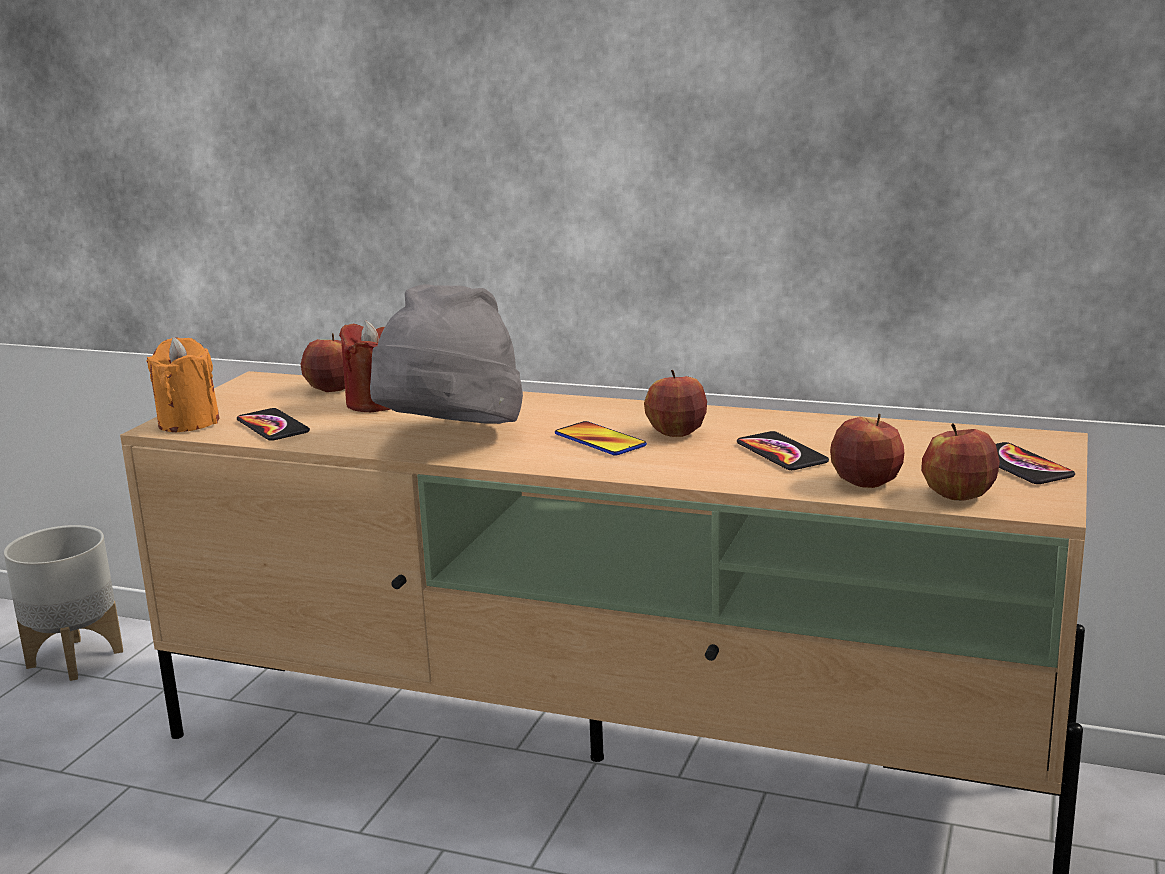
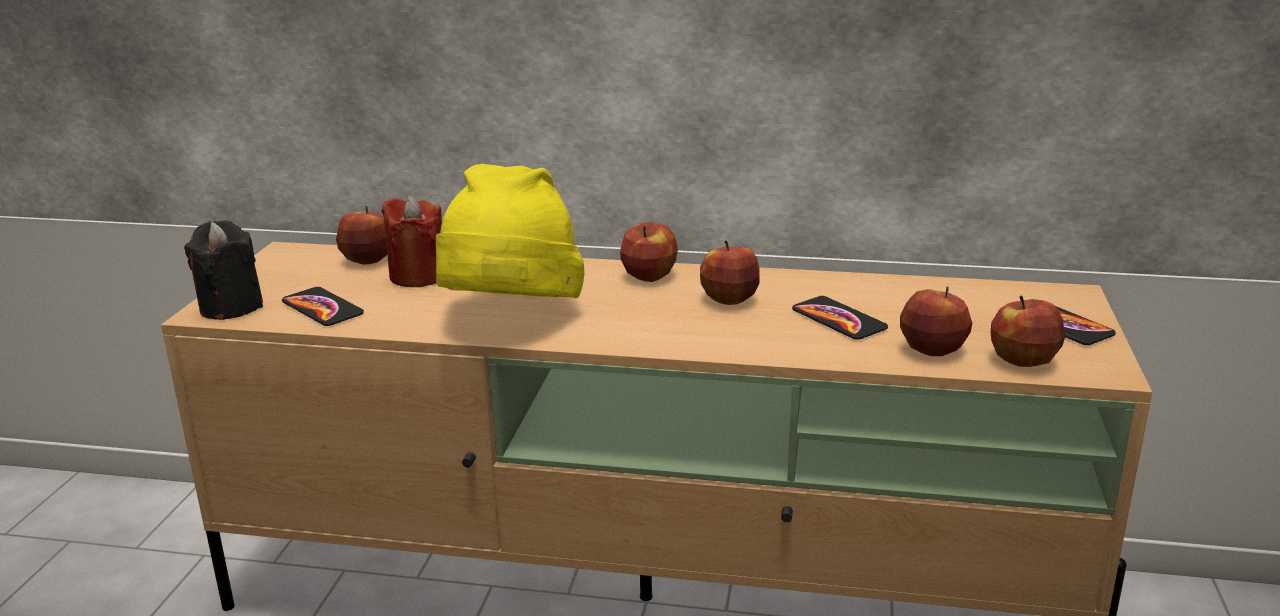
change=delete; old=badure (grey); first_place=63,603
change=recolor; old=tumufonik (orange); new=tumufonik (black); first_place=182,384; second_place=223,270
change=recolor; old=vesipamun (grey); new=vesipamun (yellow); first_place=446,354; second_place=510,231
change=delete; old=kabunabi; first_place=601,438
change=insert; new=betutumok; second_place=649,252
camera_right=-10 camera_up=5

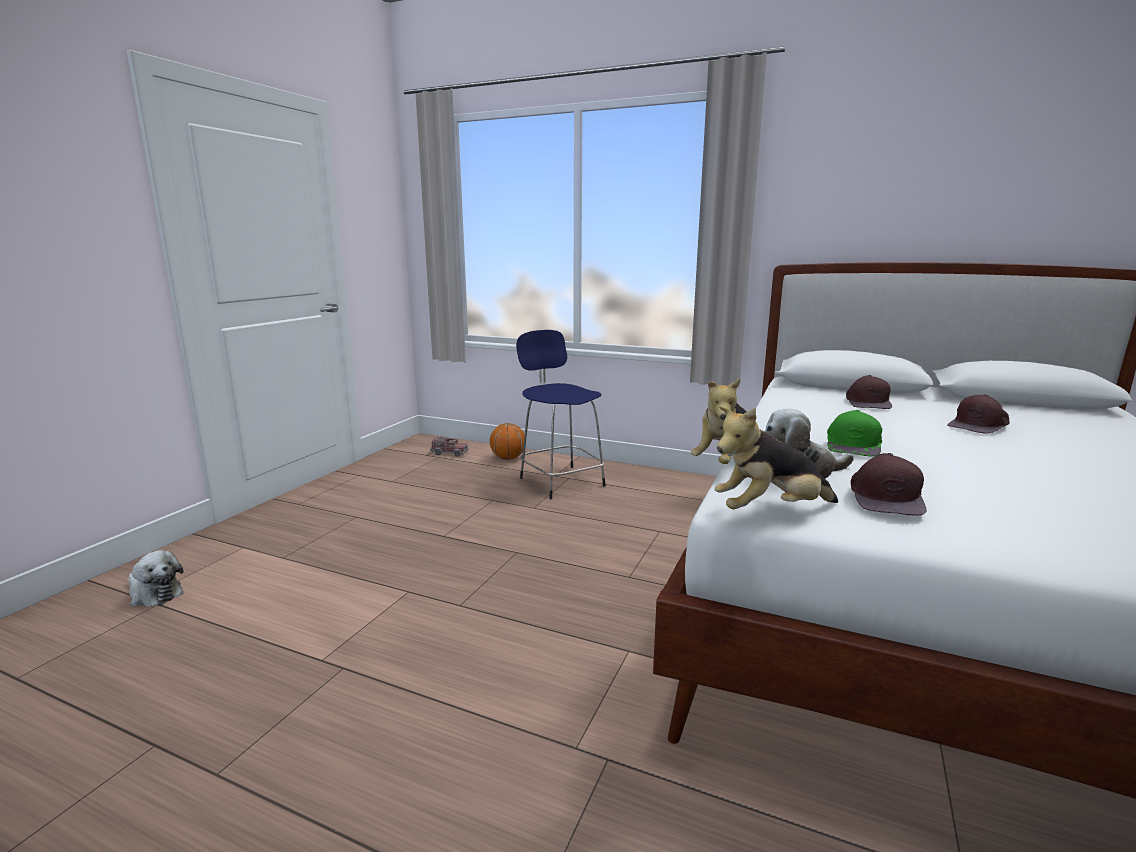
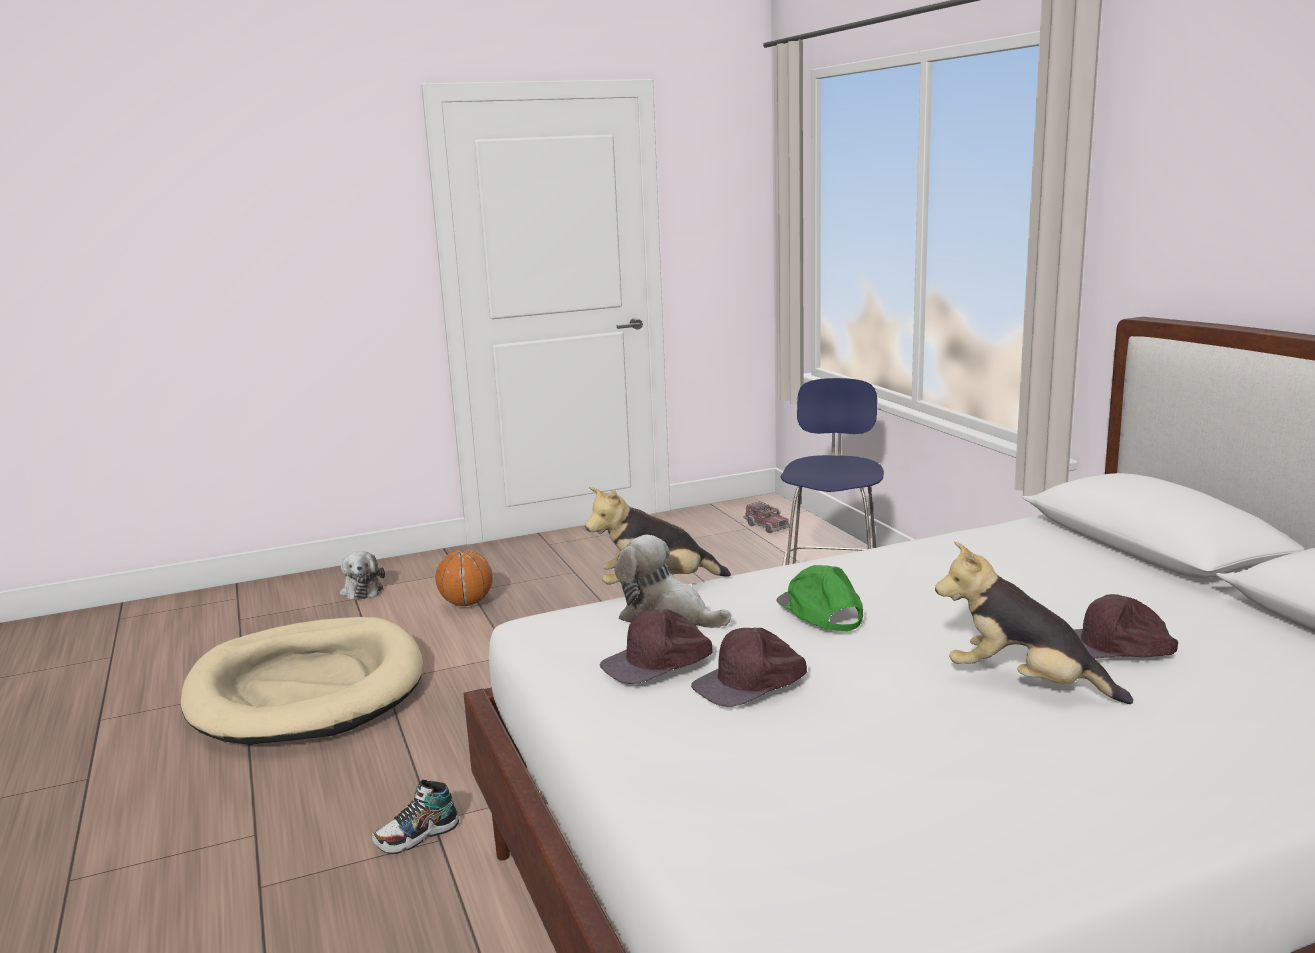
change=move; old=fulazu; first_place=507,441; second_place=464,577
change=move; old=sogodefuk; first_place=776,457; second_place=1034,622
change=rotate; old=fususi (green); first_place=854,433; second_place=820,598; degrees=90
change=move; old=fususi (brown); first_place=869,392; second_place=749,667
change=insert; new=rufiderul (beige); second_place=302,681
change=insert; new=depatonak; second_place=415,817
camera_right=45 camera_up=0

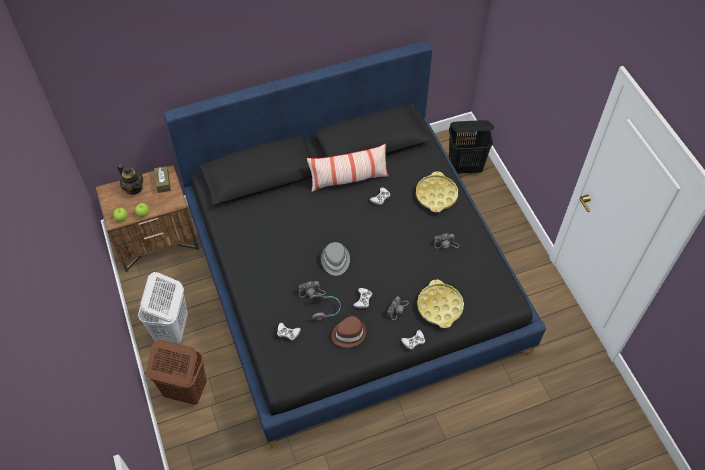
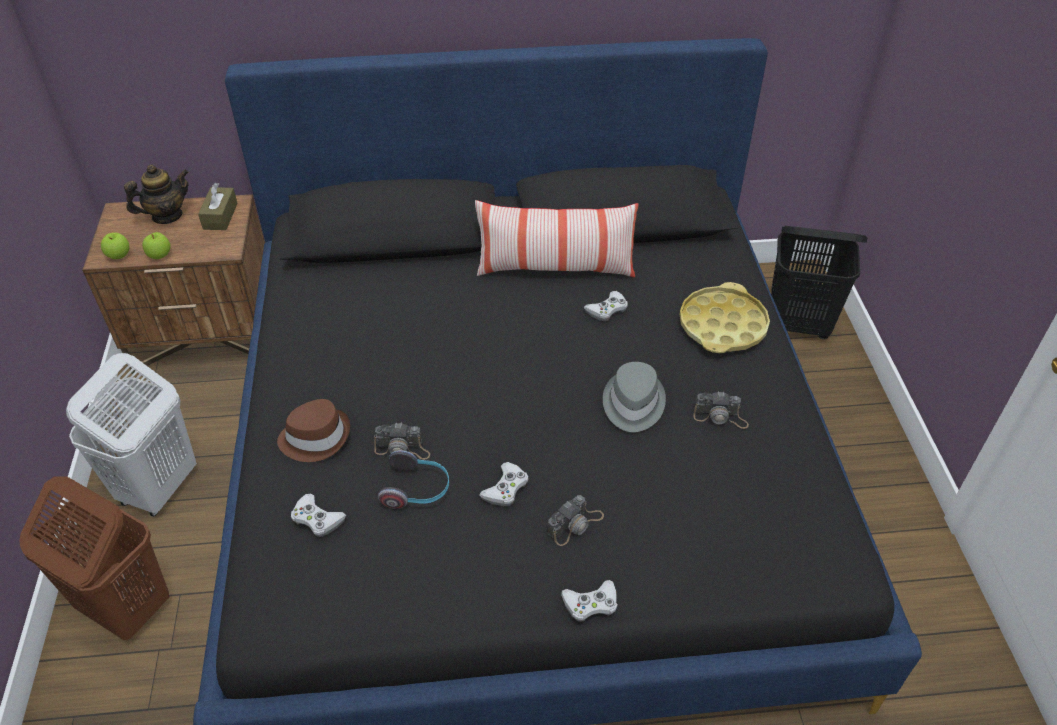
change=rotate; old=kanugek; first_place=130,179; second_place=156,194; degrees=-90
change=move; old=vesipamun (grey); first_place=335,259; second_place=634,397
change=move; old=vesipamun (brown); first_place=349,331; second_place=313,430
change=delete; old=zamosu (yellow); first_place=440,304
camera_right=15 camera_up=-10

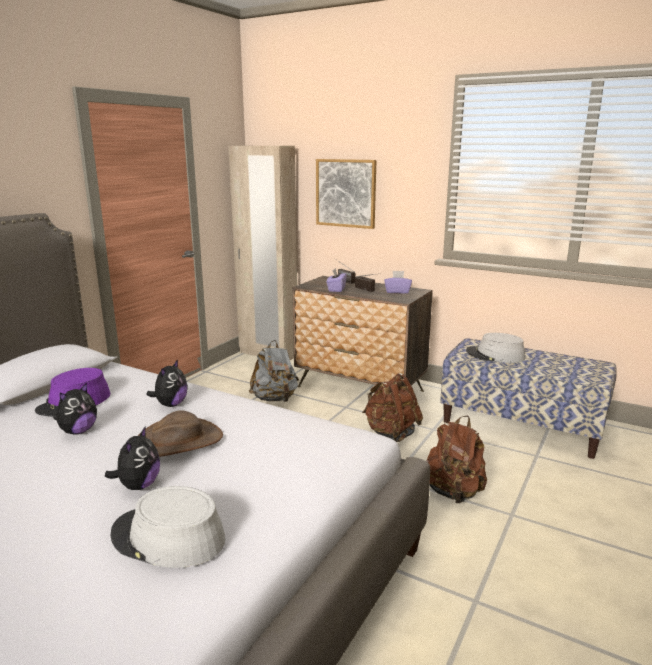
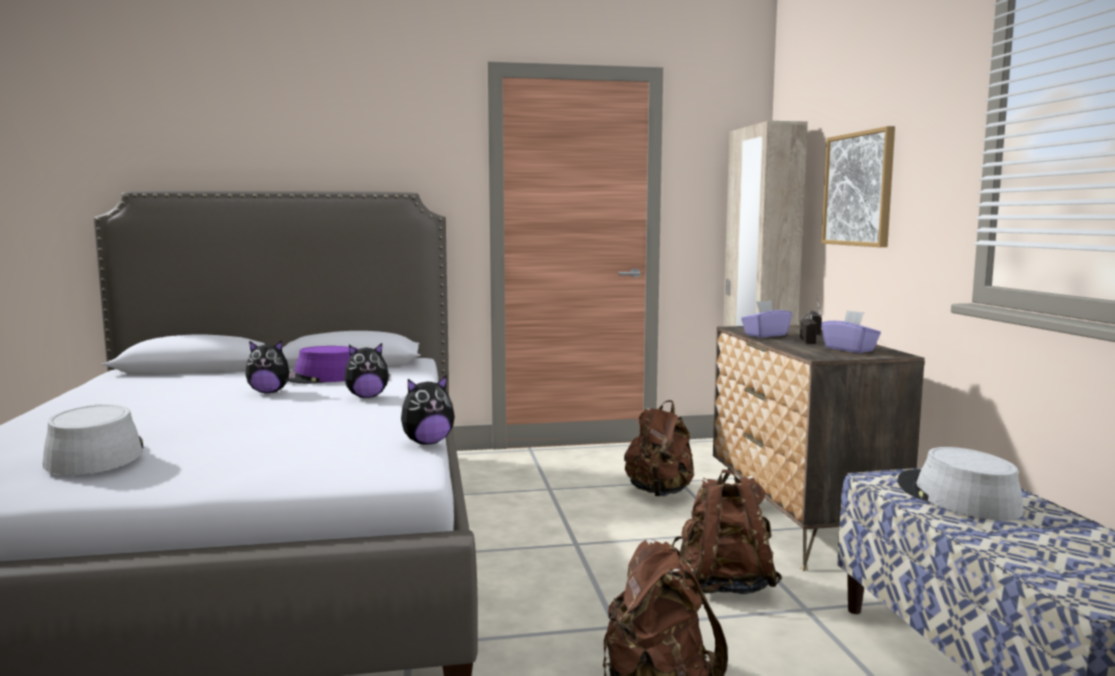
change=move; old=sogodefuk; first_place=132,458; second_place=428,410
change=delete; old=vesipamun (brown); first_place=180,433
change=recolor; old=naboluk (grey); new=naboluk (brown); first_place=274,371; second_place=659,448
camera_right=50 camera_up=-10

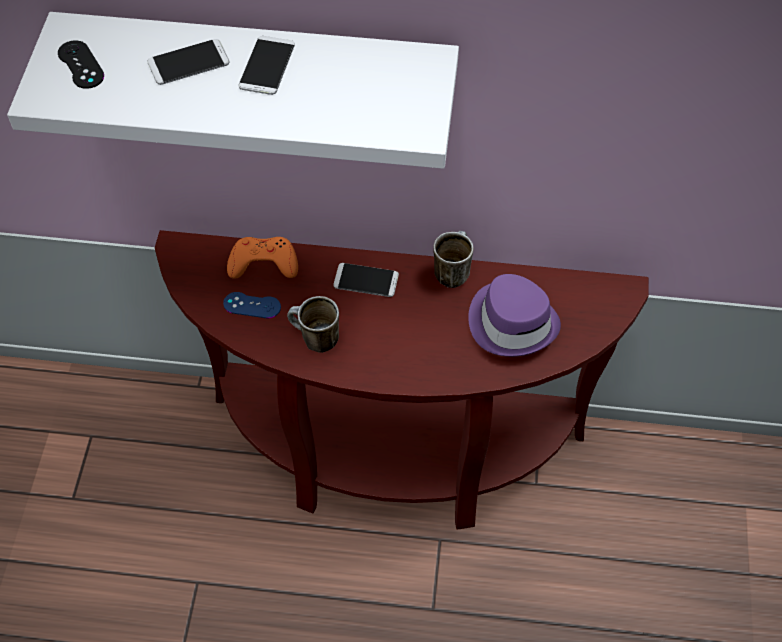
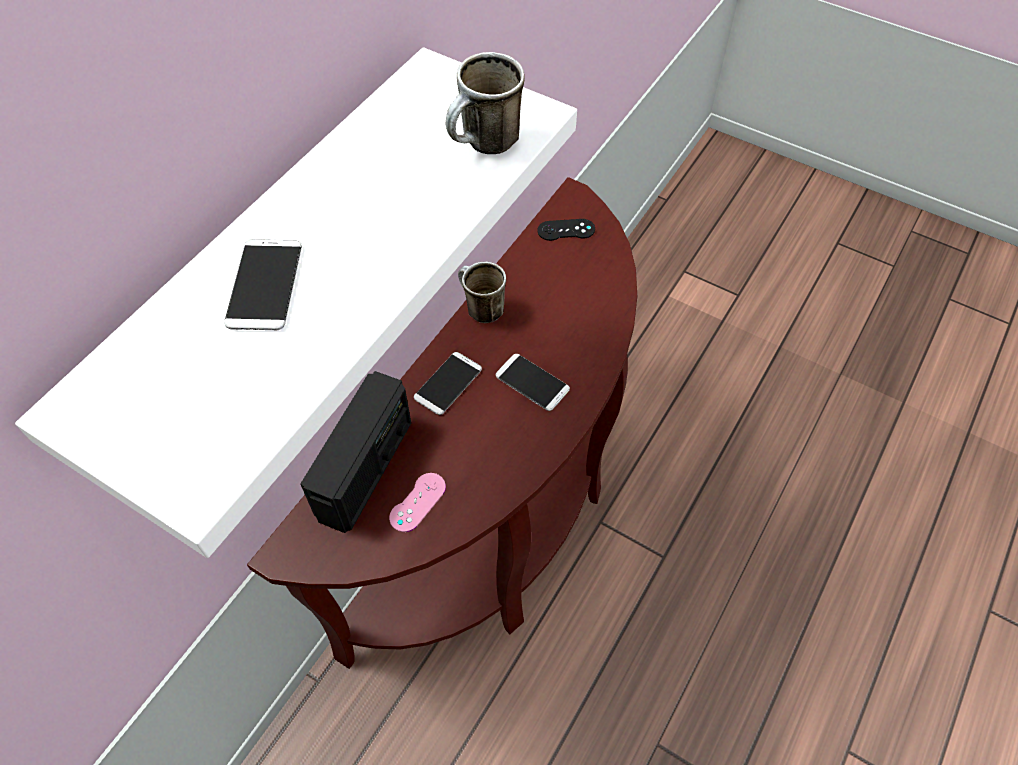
change=move; old=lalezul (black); first_place=81,64; second_place=566,230
change=recolor; old=lalezul (blue); new=lalezul (pink); first_place=252,305; second_place=417,502
change=replace; old=lalezul (orange); new=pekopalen; first_place=262,258; second_place=355,452
change=move; old=kabunabi; first_place=267,65; second_place=533,382
change=move; old=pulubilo; first_place=313,324; second_place=485,103
change=delete; old=vesipamun (purple); first_place=514,315
camera_right=-65 camera_up=0

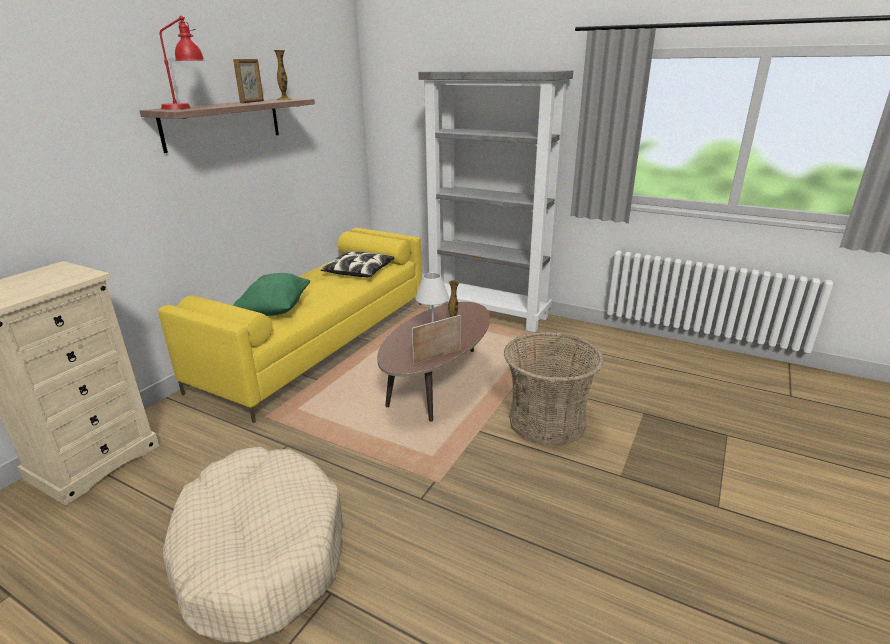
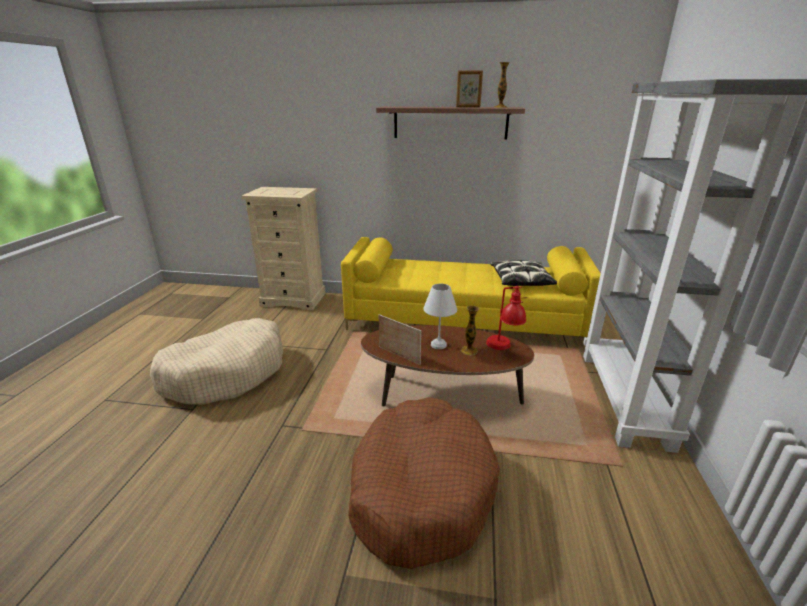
change=move; old=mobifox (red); first_place=181,62; second_place=506,318
change=delete; old=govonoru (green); first_place=271,294
change=replace; old=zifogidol; new=rufiderul (brown); first_place=554,389; second_place=424,483
camera_right=70 camera_up=0

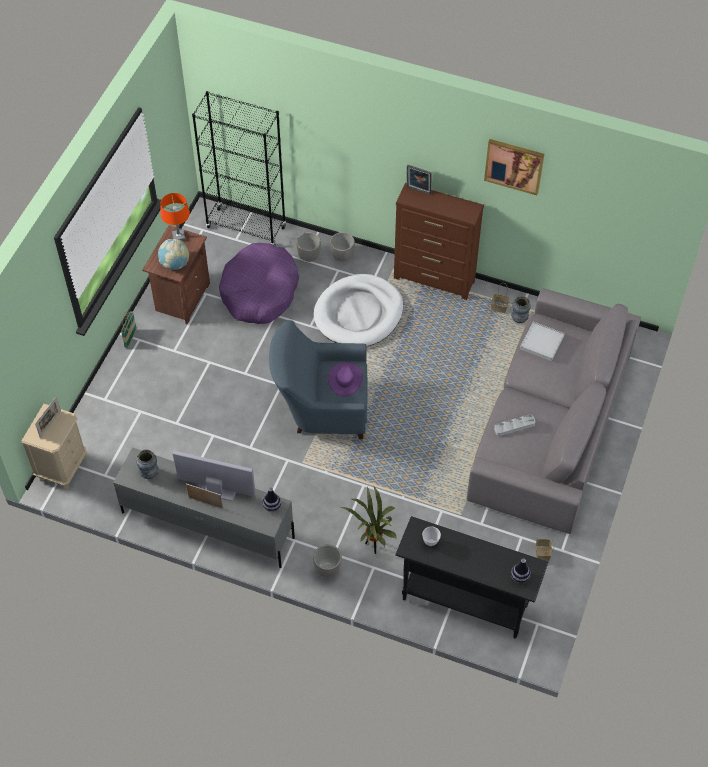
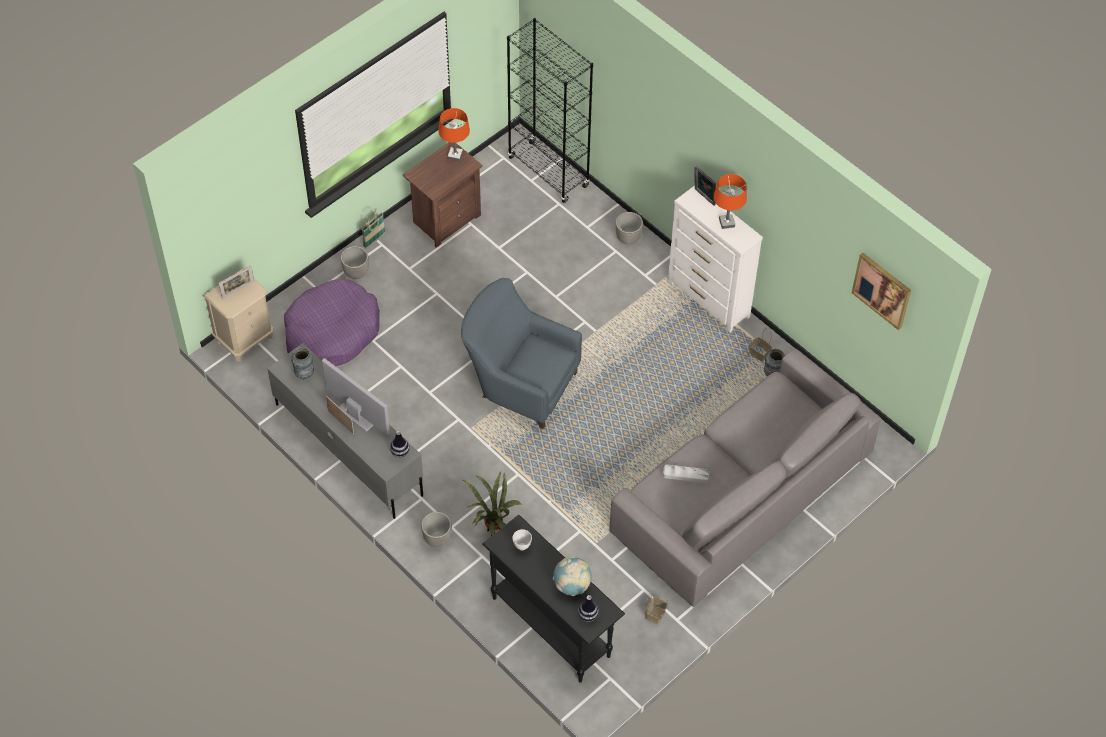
change=move; old=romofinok; first_place=173,254; second_place=572,576
change=move; old=rufiderul (purple); first_place=259,283; second_place=332,322
change=move; old=badure; first_place=308,247; second_place=355,262
change=delete; old=rufiderul (white); first_place=358,310
change=delete; old=vesipamun (purple); first_place=345,379
change=recolor; old=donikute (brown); new=donikute (white); first_place=439,241; second_place=715,259
change=move; old=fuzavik; first_place=514,167; second_place=881,291
change=delete; old=zamosu (white); first_place=542,341
change=insert; new=mobifox (orange); second_place=730,201
camera_right=25 camera_up=0

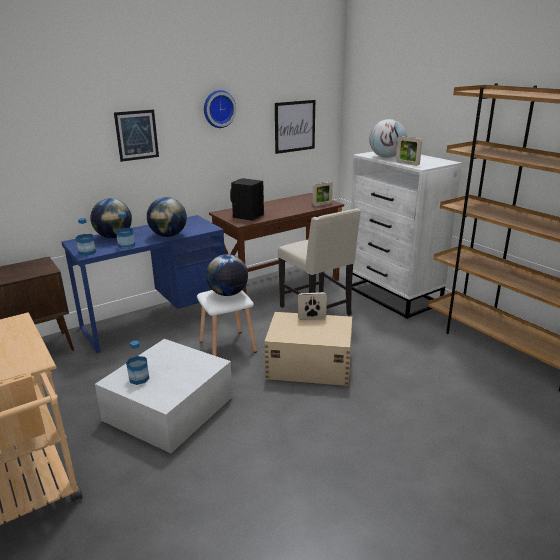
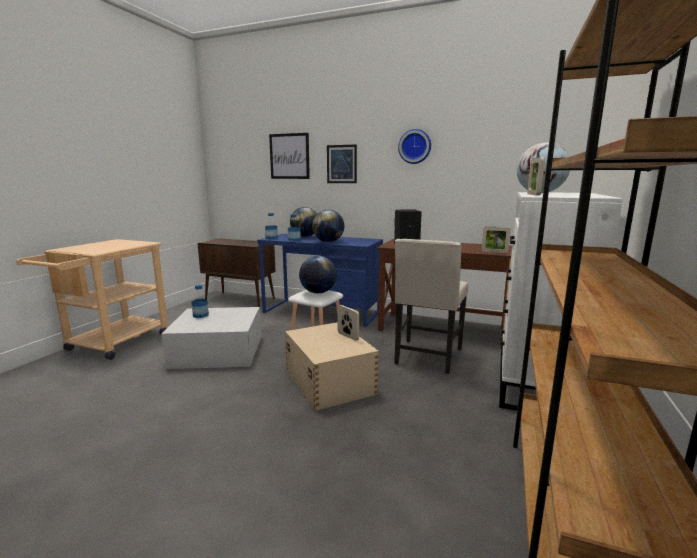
change=move; old=fuzavik; first_place=295,127; second_place=289,156
camera_right=55 camera_up=-10

